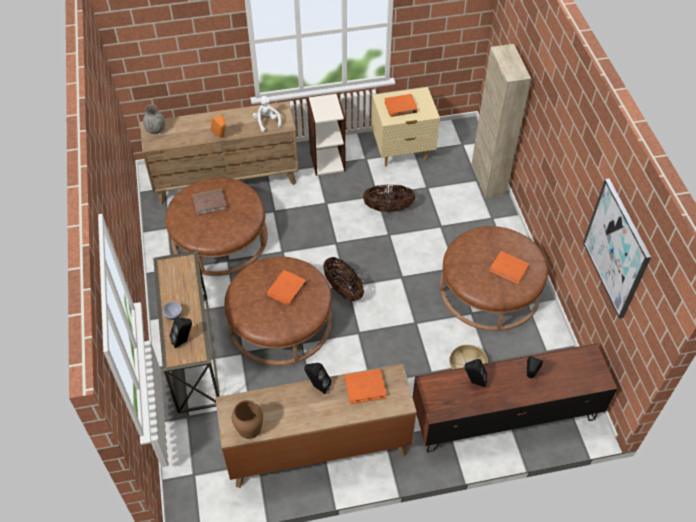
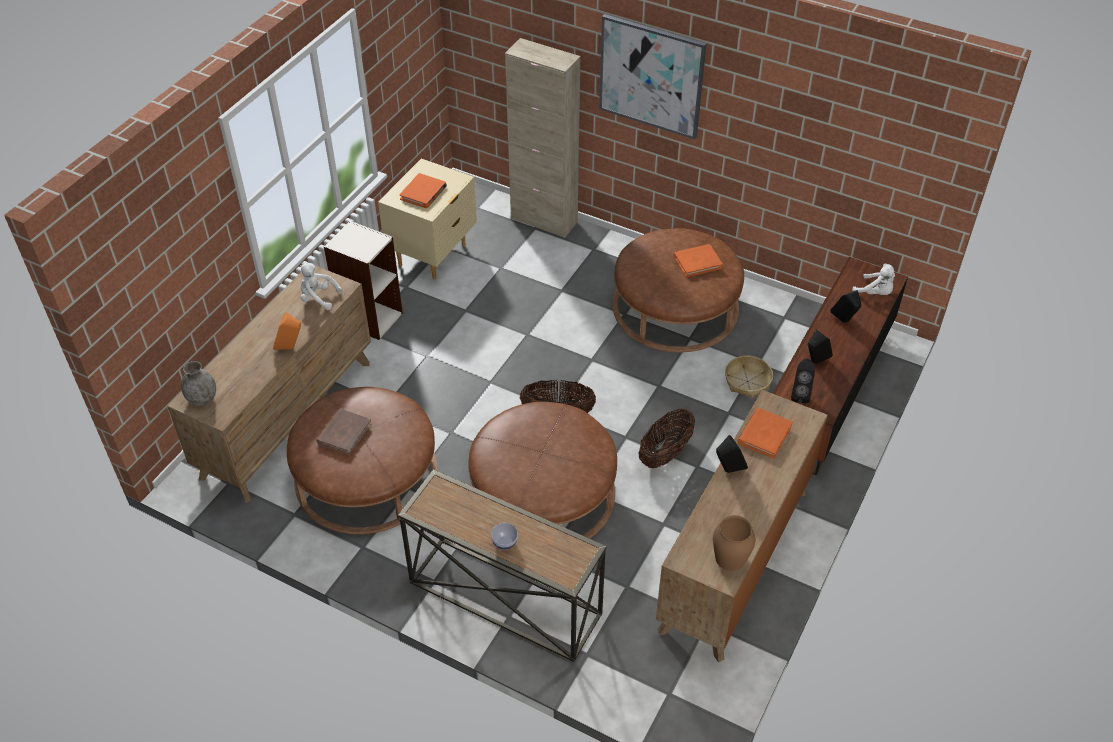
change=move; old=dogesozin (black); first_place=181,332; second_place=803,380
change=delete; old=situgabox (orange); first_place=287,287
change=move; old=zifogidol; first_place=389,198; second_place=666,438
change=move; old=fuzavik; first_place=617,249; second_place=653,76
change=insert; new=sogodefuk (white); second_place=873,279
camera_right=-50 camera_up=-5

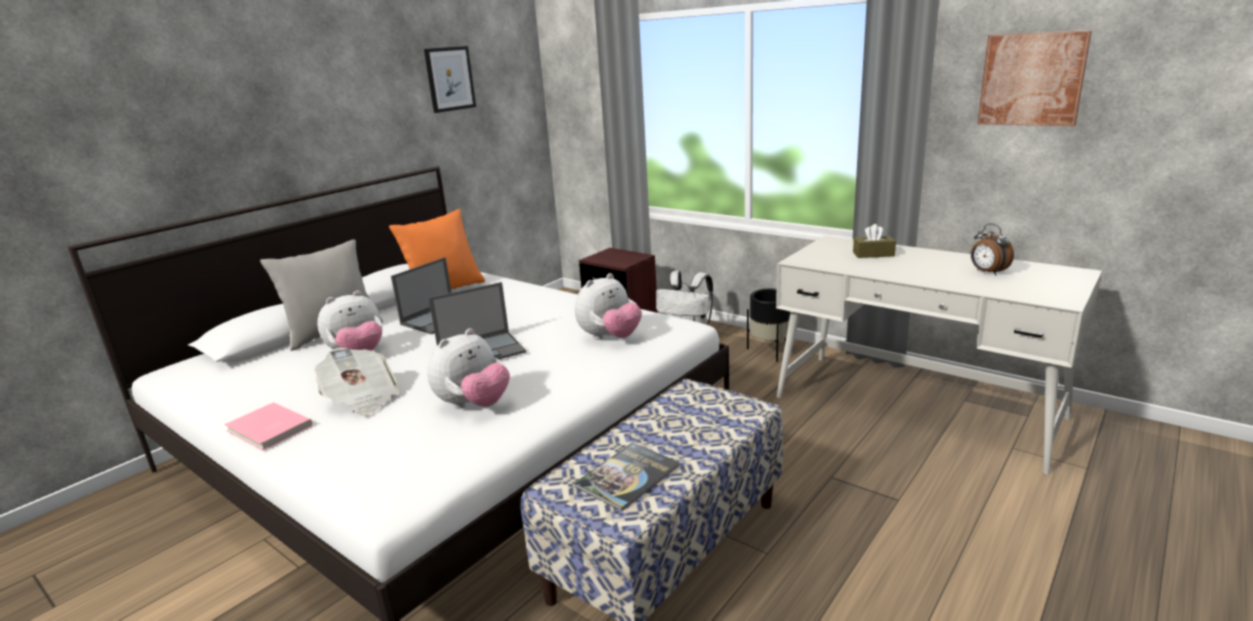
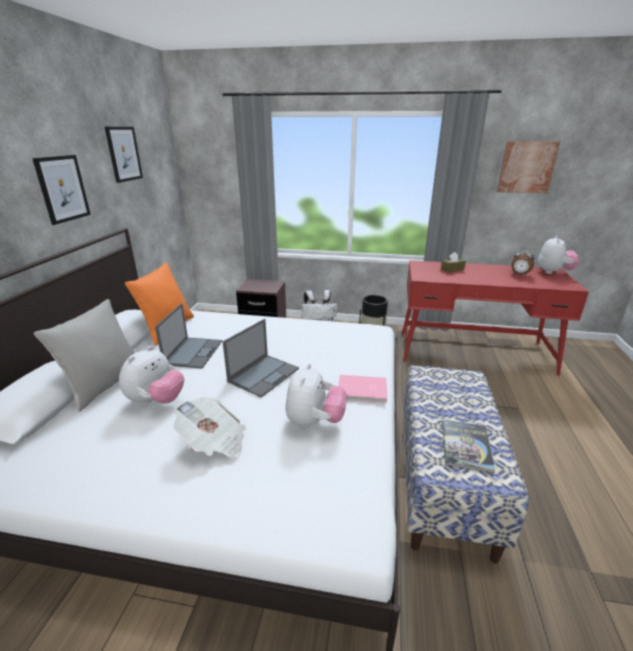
change=move; old=situgabox (pink); first_place=268,426; second_place=363,389
change=move; old=sogodefuk; first_place=608,306; second_place=558,255
change=recolor; old=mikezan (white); new=mikezan (red); first_place=939,355; second_place=495,318
change=insert; new=fuzavik; second_place=61,190
camera_right=-30 camera_up=5

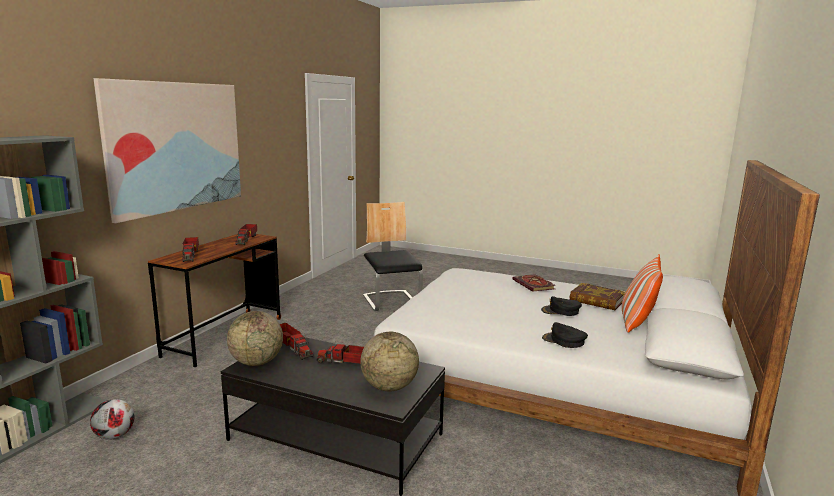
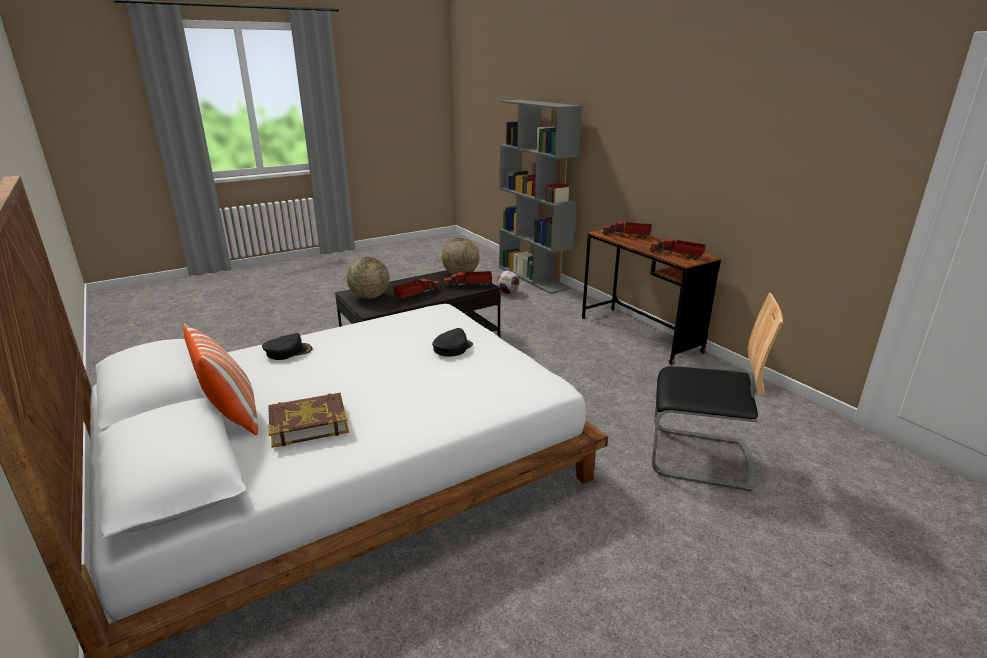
change=delete; old=fuzavik; first_place=167,150
change=delete; old=situgabox; first_place=534,283
change=move; old=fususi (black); first_place=561,306; second_place=452,342
camera_right=125 camera_up=10

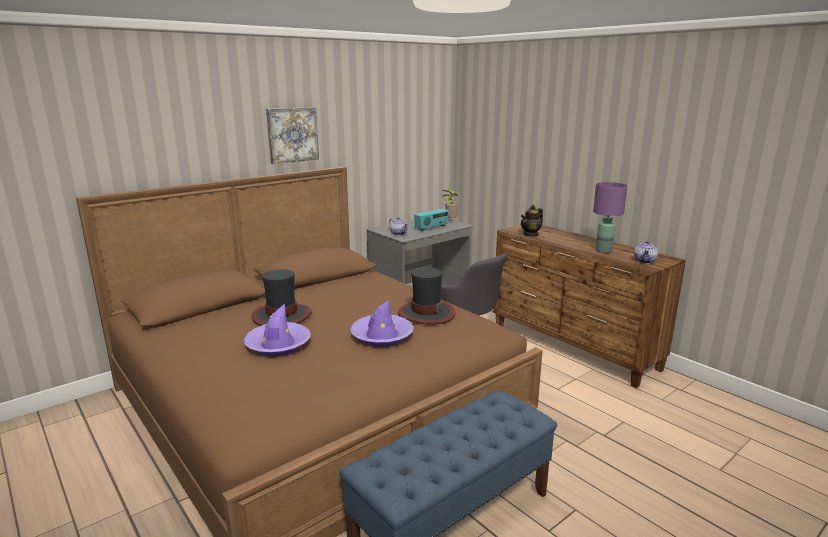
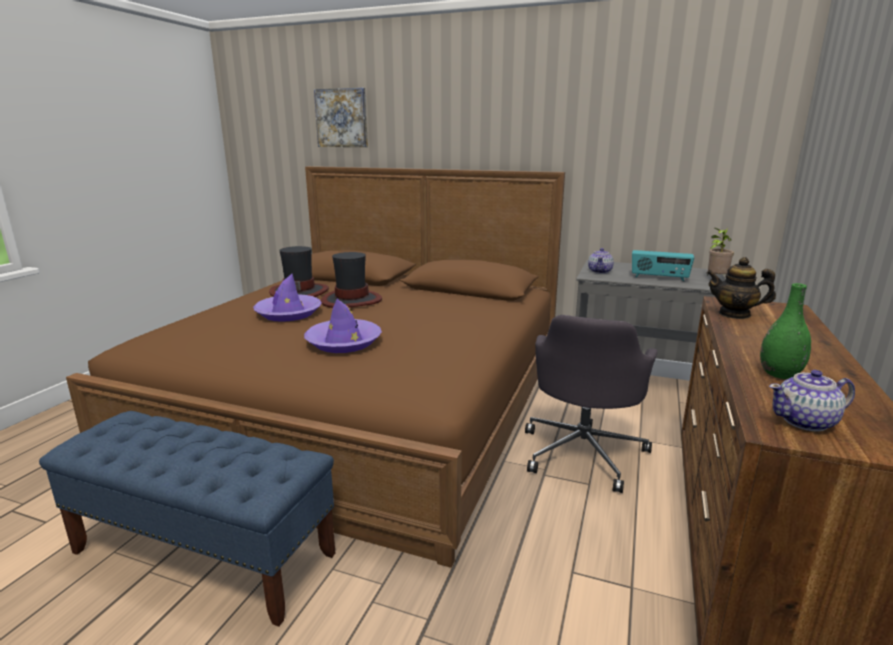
change=move; old=fuzavik; first_place=292,135; second_place=341,117
change=move; old=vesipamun; first_place=426,296; second_place=299,271
change=replace; old=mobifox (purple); new=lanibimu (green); first_place=610,217; second_place=785,331
camera_right=60 camera_up=0

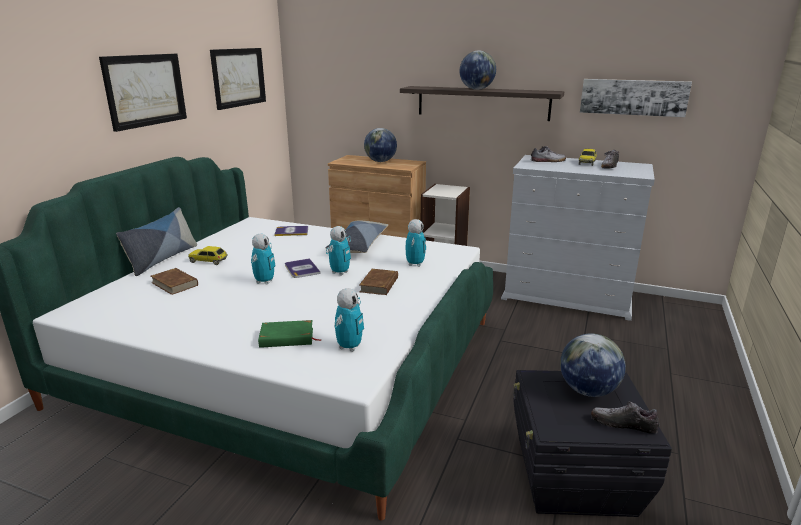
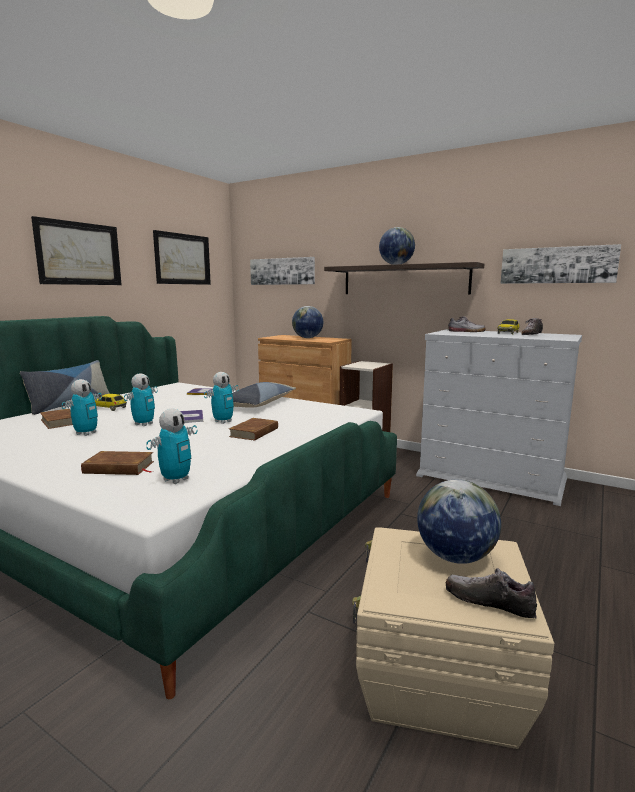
change=recolor; old=situgabox (green); new=situgabox (brown); first_place=290,334; second_place=117,463
change=move; old=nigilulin; first_place=415,243; second_place=82,407
change=recolor; old=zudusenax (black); new=zudusenax (beige); first_place=592,443; second_place=453,638
change=insert; new=fuzavik; second_place=282,271
camera_right=10 camera_up=-10

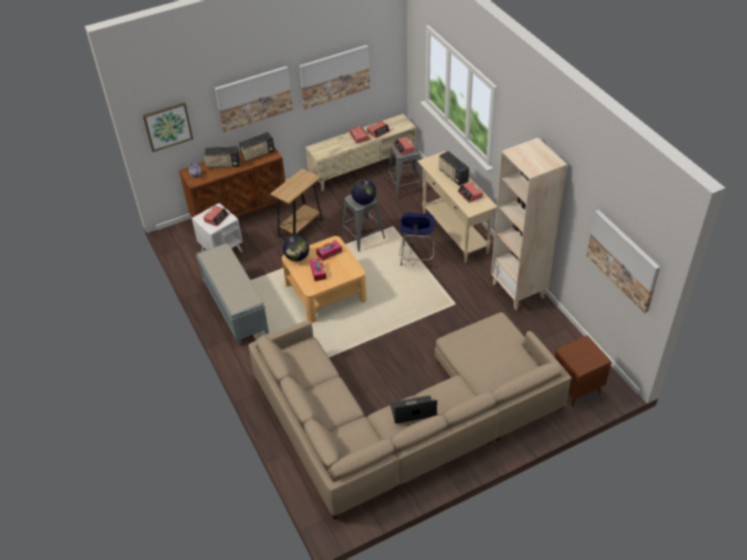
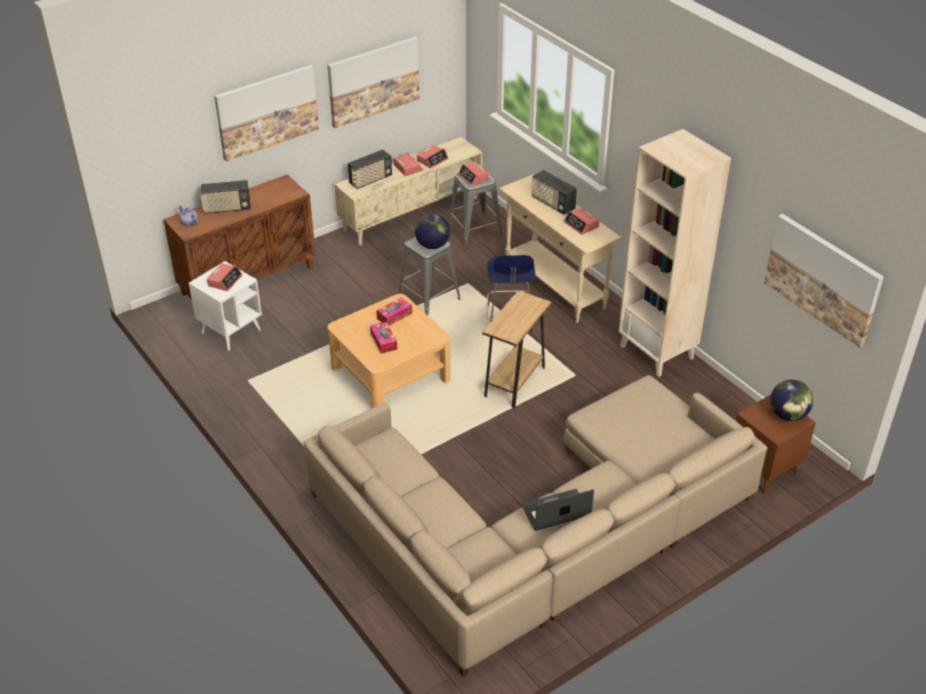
change=delete; old=fuzavik; first_place=168,127
change=delete; old=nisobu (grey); first_place=232,294
change=move; old=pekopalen; first_place=257,147; second_place=370,169
change=move; old=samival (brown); first_place=296,204; second_place=516,349
change=move; old=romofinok; first_place=296,248; second_place=791,400
camera_right=-10 camera_up=-5

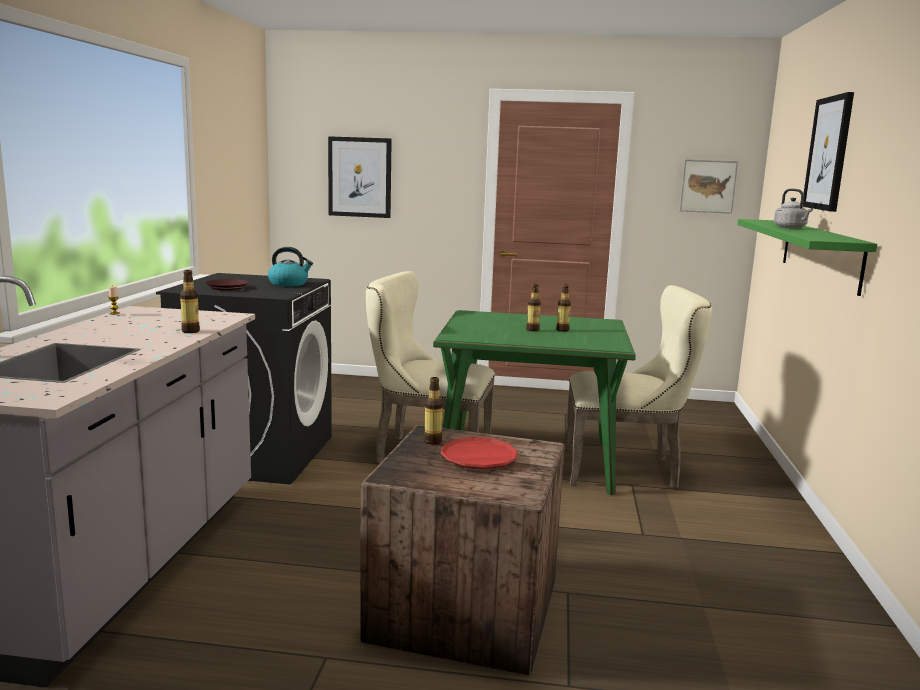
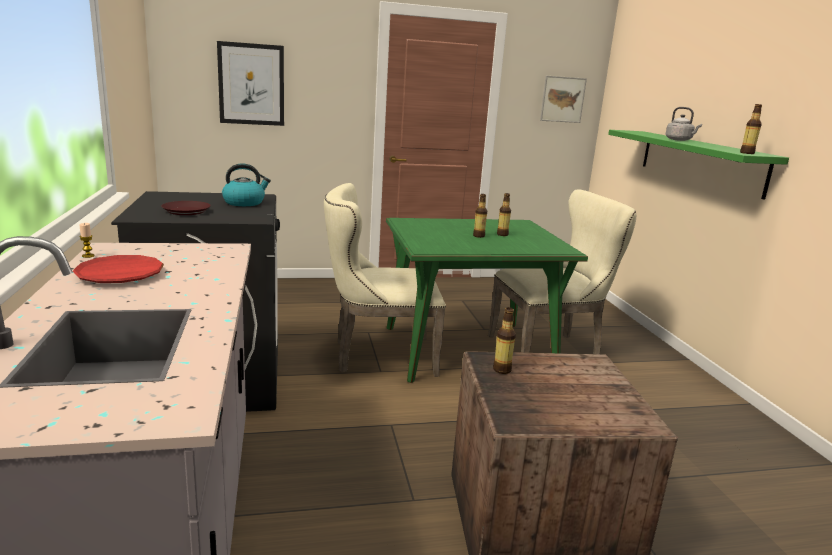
change=move; old=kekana; first_place=190,301; second_place=751,129
change=move; old=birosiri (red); first_place=479,453; second_place=118,269
change=delete; old=fuzavik; first_place=828,152
camera_right=-20 camera_up=5

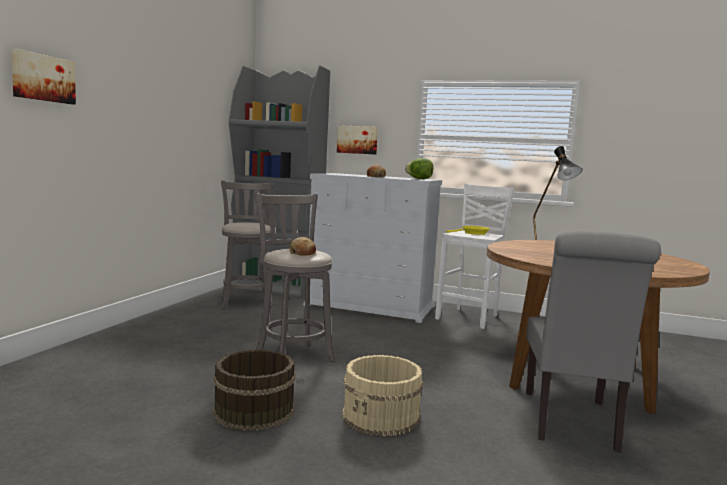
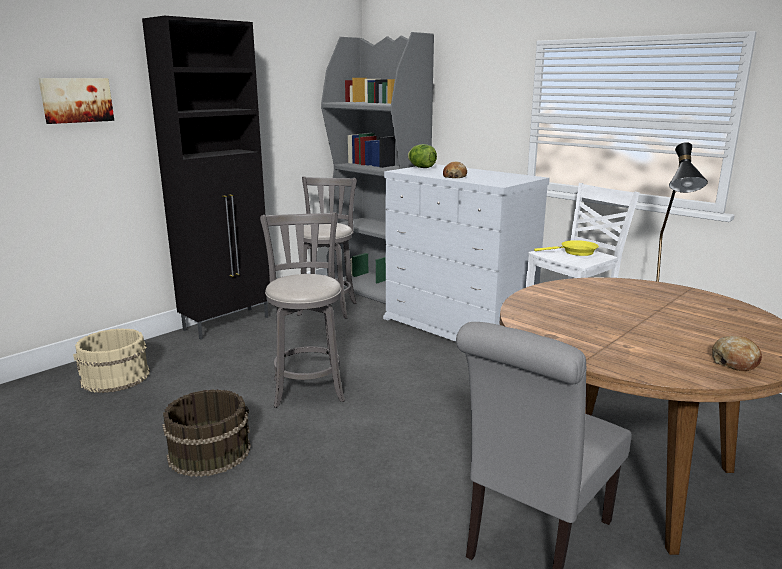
change=move; old=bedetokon; first_place=303,246; second_place=737,353
change=delete; old=fuzavik; first_place=357,140
change=move; old=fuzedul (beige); first_place=382,395; second_place=111,360
change=move; old=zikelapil; first_place=419,168; second_place=422,156
change=insert; new=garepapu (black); second_place=206,177
camera_right=25 camera_up=10

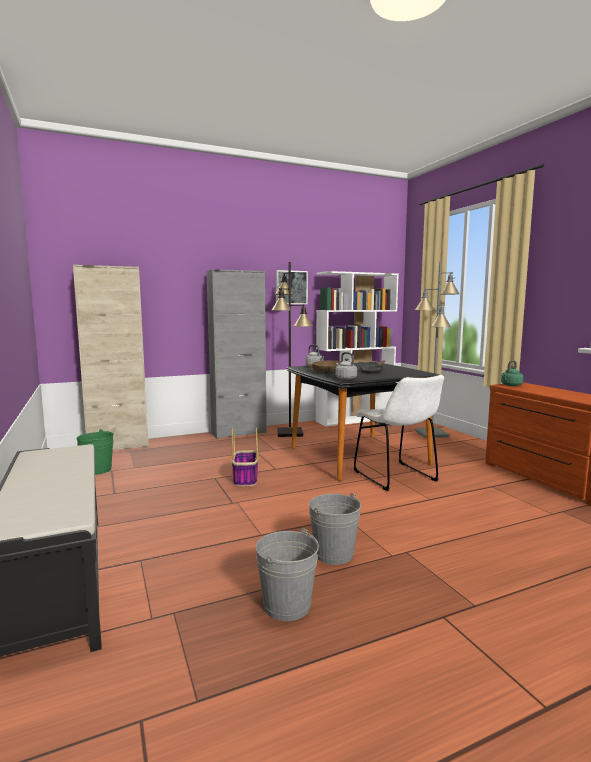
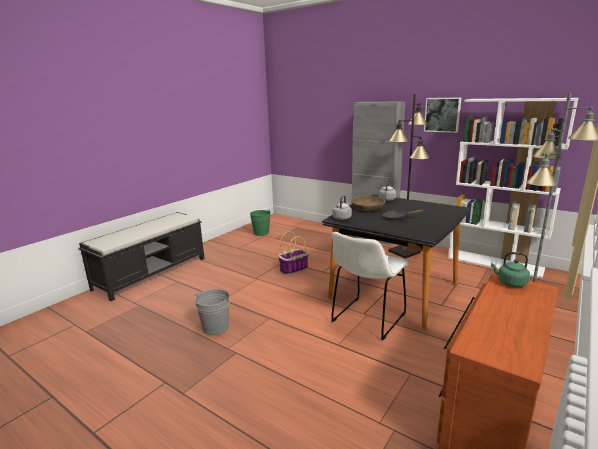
change=delete; old=garepapu (beige); first_place=111,357
change=delete; old=fuzedul (grey); first_place=287,574
camera_right=60 camera_up=10

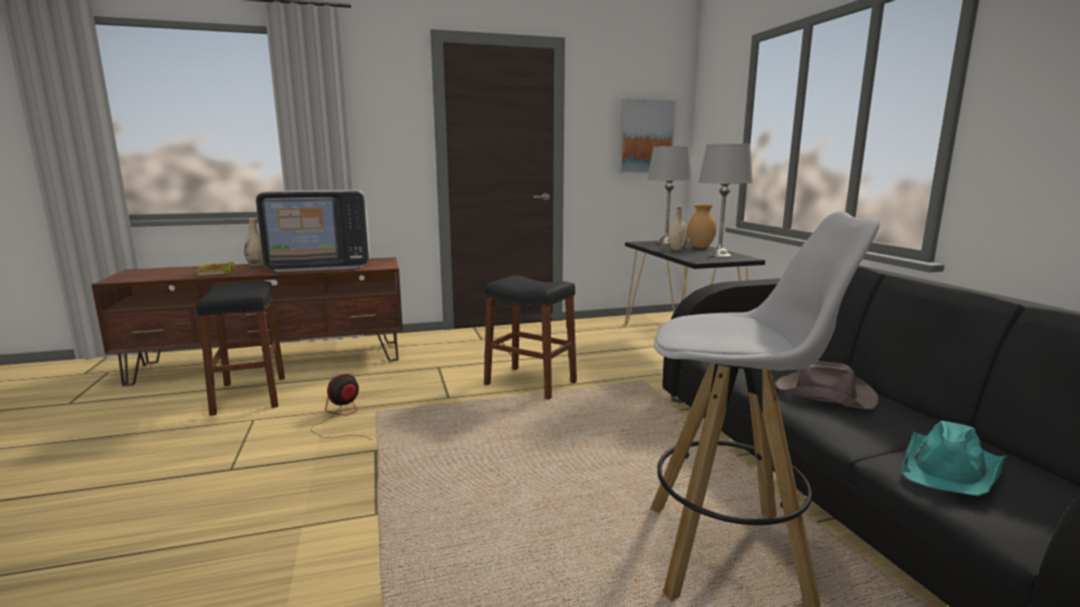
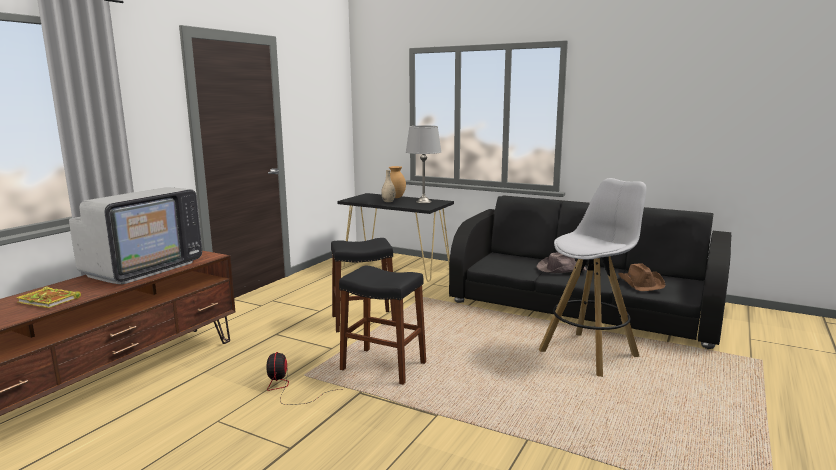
change=move; old=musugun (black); first_place=240,348; second_place=382,325
change=delete; old=lanibimu (beige); first_place=254,242
change=delete; old=fuzavik; first_place=647,136
change=delete; old=mobifox (grey); first_place=670,195
change=recolor; old=vesipamun (turquoise); new=vesipamun (brown); first_place=954,458; second_place=642,277
camera_right=-45 camera_up=0

